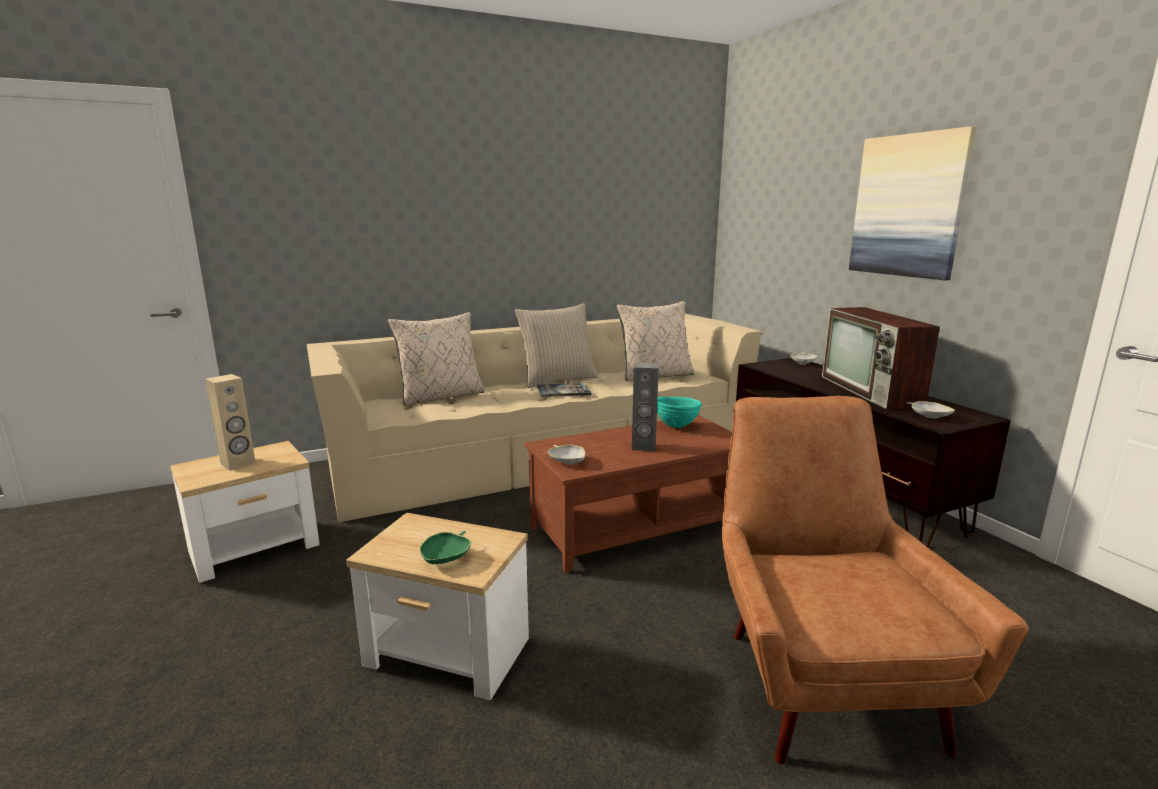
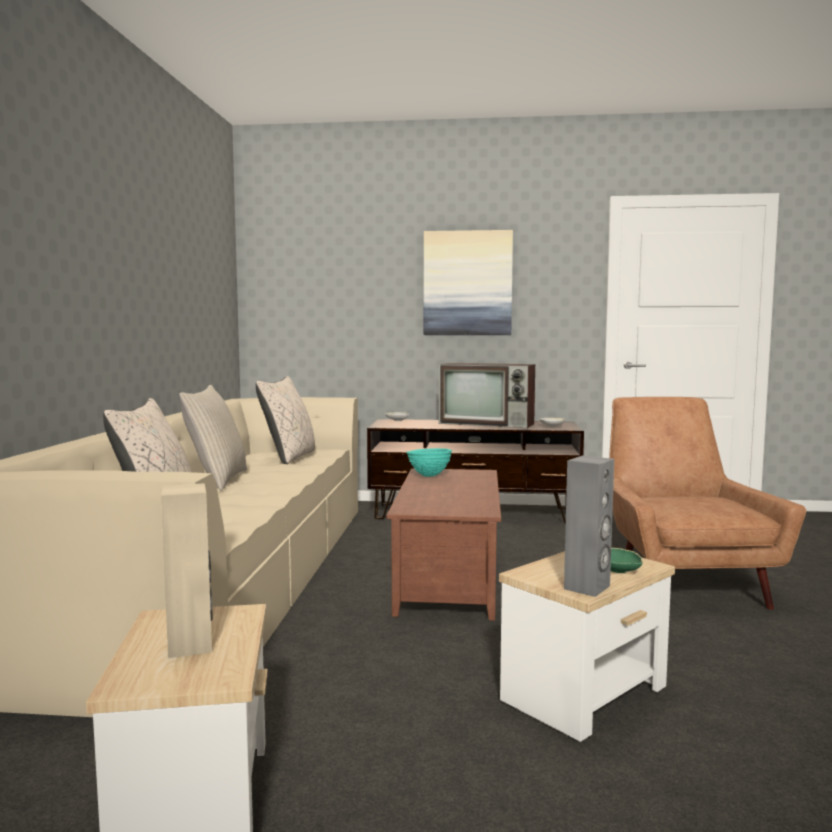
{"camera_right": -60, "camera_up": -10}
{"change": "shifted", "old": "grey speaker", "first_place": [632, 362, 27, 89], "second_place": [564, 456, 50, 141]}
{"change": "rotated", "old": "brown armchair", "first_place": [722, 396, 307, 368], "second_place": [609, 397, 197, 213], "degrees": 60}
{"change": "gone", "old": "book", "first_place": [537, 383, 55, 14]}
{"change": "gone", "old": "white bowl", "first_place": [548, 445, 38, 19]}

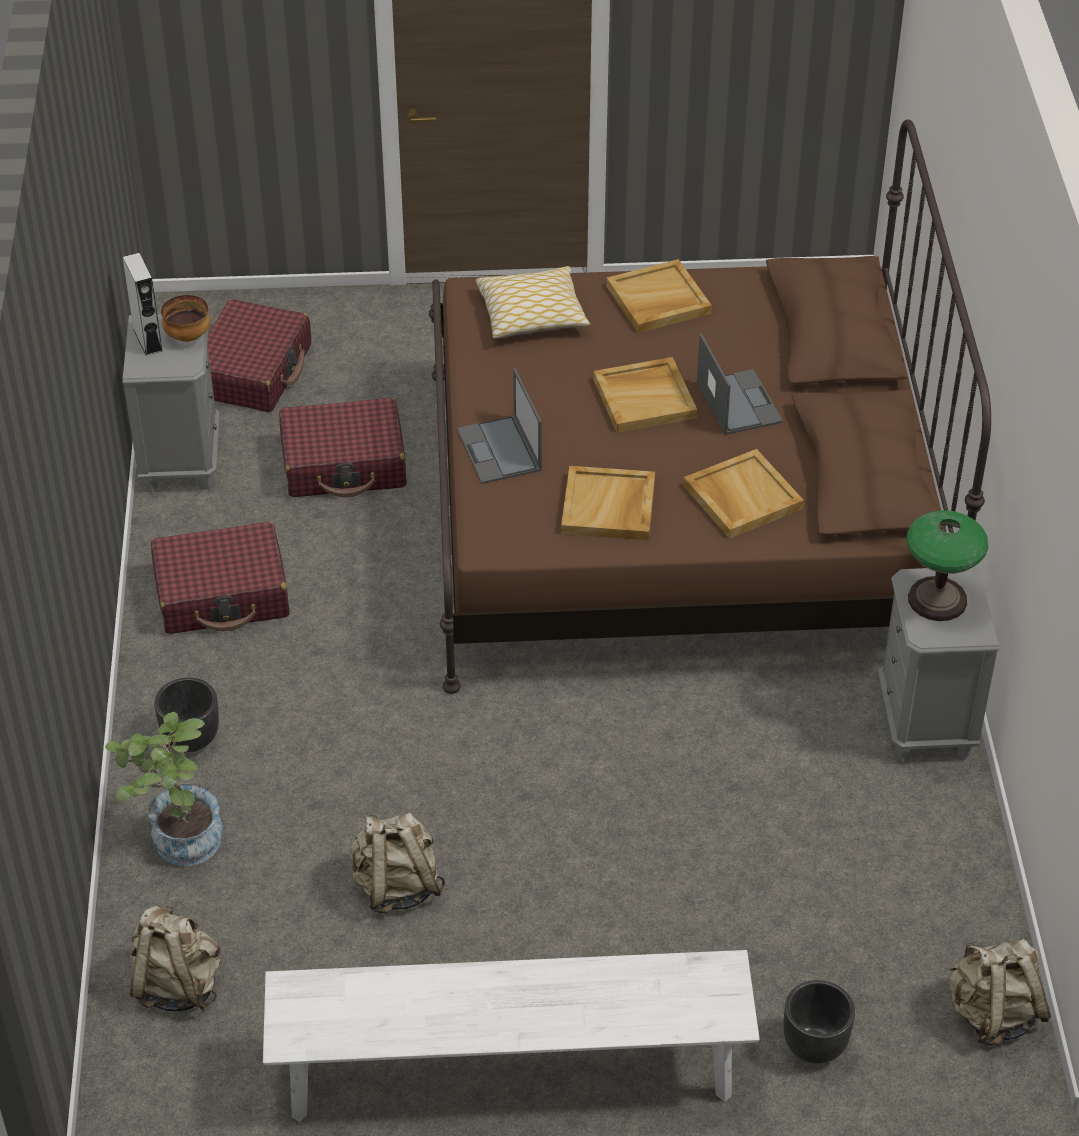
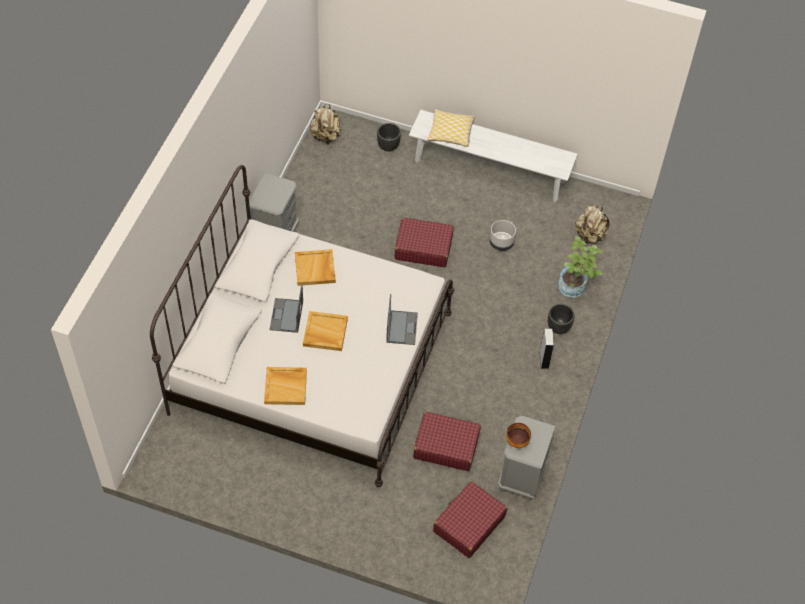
{"camera_right": -160, "camera_up": 10}
{"change": "repainted", "old": "brown bed", "new": "white bed", "first_place": [429, 119, 562, 575], "second_place": [150, 165, 304, 322]}
{"change": "shifted", "old": "red suitcase", "first_place": [151, 522, 139, 112], "second_place": [394, 218, 60, 49]}
{"change": "shifted", "old": "pillow", "first_place": [476, 266, 115, 73], "second_place": [427, 109, 48, 38]}
{"change": "swapped", "old": "beige backpack", "new": "grey planter", "first_place": [350, 812, 96, 102], "second_place": [489, 220, 27, 31]}
{"change": "shifted", "old": "grey speaker", "first_place": [123, 253, 40, 103], "second_place": [539, 329, 15, 40]}
{"change": "gone", "old": "beige tray", "first_place": [561, 466, 94, 74]}
{"change": "gone", "old": "table lamp", "first_place": [906, 510, 82, 111]}

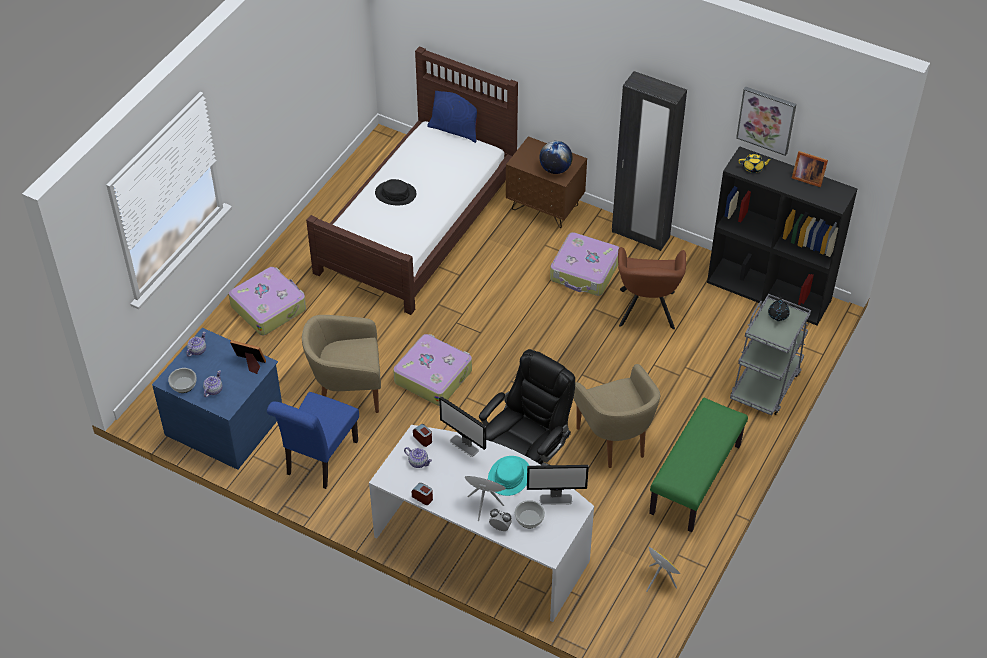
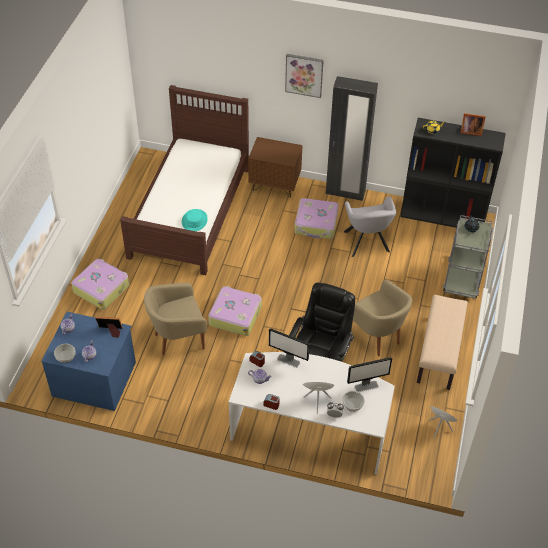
{"camera_right": -15, "camera_up": 0}
{"change": "shifted", "old": "turquoise hat", "first_place": [488, 456, 42, 40], "second_place": [182, 209, 26, 22]}
{"change": "shifted", "old": "picture", "first_place": [736, 86, 60, 70], "second_place": [285, 54, 39, 44]}
{"change": "repainted", "old": "brown armchair", "new": "grey armchair", "first_place": [618, 247, 68, 82], "second_place": [344, 196, 52, 61]}
{"change": "repainted", "old": "green bench", "new": "beige bench", "first_place": [649, 398, 99, 134], "second_place": [417, 295, 51, 95]}
{"change": "gone", "old": "blue chair", "first_place": [267, 392, 92, 97]}
{"change": "gone", "old": "black hat", "first_place": [375, 179, 41, 26]}
{"change": "gone", "old": "blue pillow", "first_place": [427, 91, 57, 52]}
{"change": "gone", "old": "globe", "first_place": [539, 141, 33, 33]}

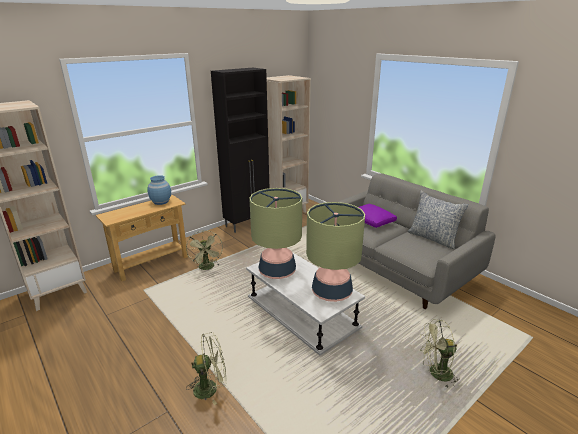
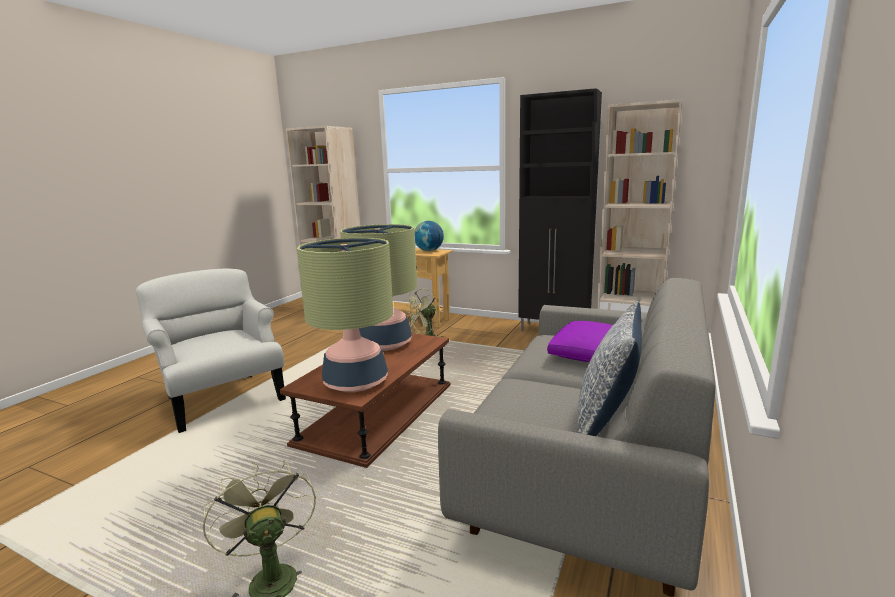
{"camera_right": 65, "camera_up": -10}
{"change": "swapped", "old": "green fan", "new": "white armchair", "first_place": [187, 332, 39, 73], "second_place": [136, 269, 150, 164]}
{"change": "repainted", "old": "white coffee table", "new": "brown coffee table", "first_place": [246, 252, 119, 104], "second_place": [280, 333, 171, 135]}
{"change": "swapped", "old": "blue vase", "new": "globe", "first_place": [147, 175, 24, 30], "second_place": [415, 221, 29, 30]}

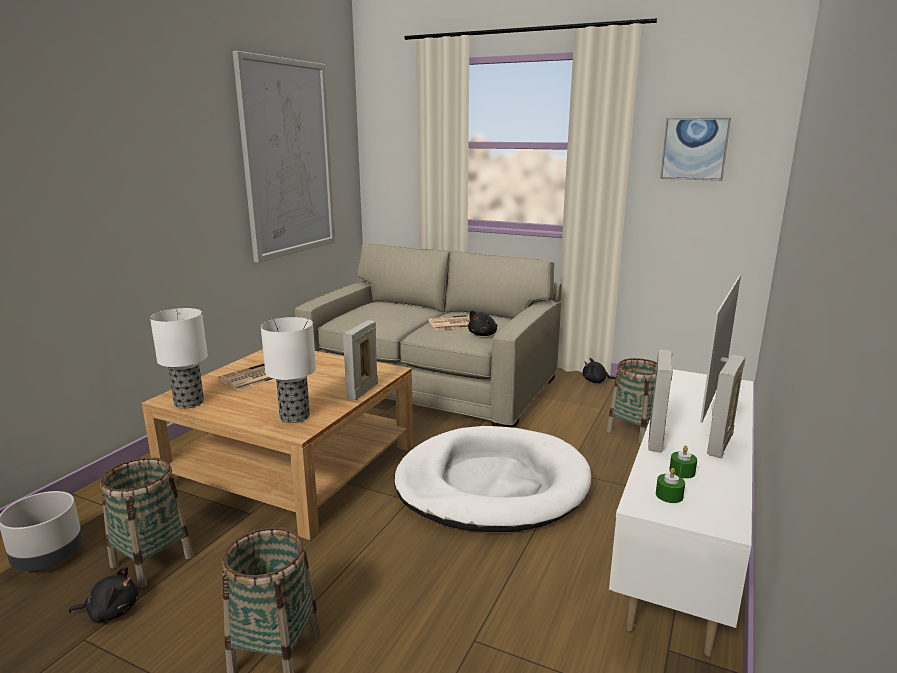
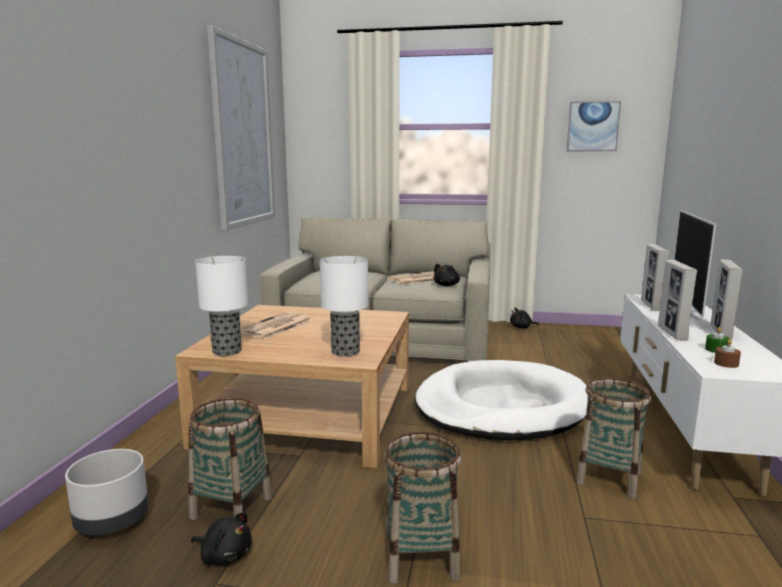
{"camera_right": -15, "camera_up": -5}
{"change": "rotated", "old": "black plush toy", "first_place": [69, 567, 69, 56], "second_place": [191, 512, 61, 53], "degrees": 45}
{"change": "shifted", "old": "basket", "first_place": [607, 358, 50, 86], "second_place": [576, 377, 75, 121]}
{"change": "shifted", "old": "picture frame", "first_place": [343, 320, 35, 80], "second_place": [641, 244, 28, 67]}
{"change": "repainted", "old": "green candle", "new": "brown candle", "first_place": [656, 468, 29, 35], "second_place": [714, 339, 27, 29]}

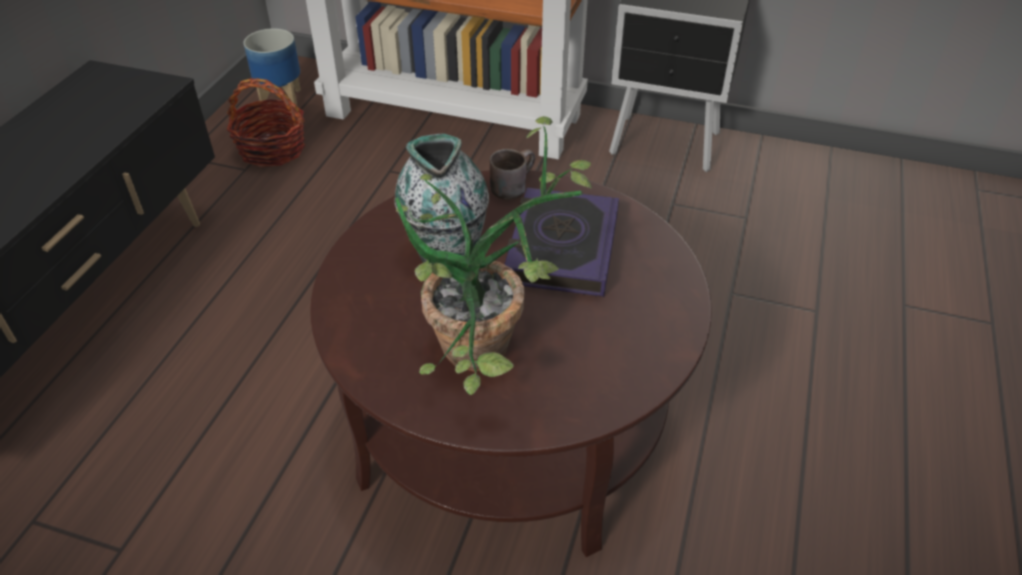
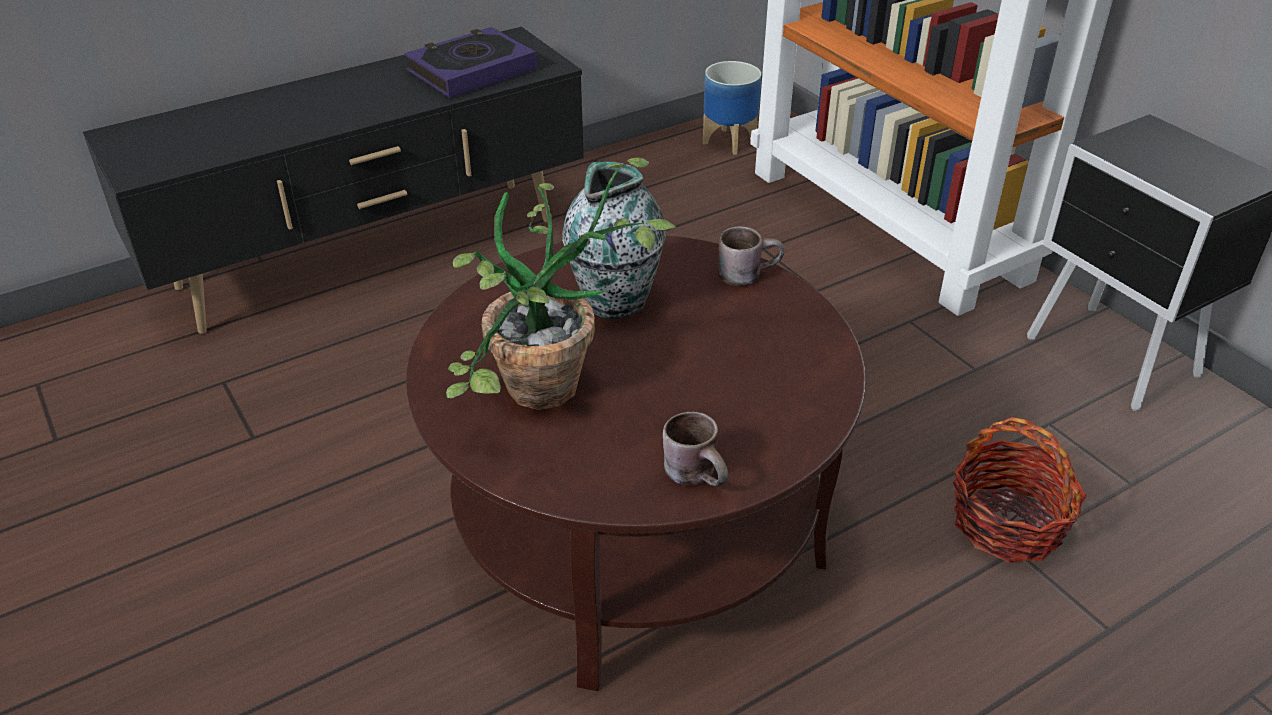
{"camera_right": 40, "camera_up": -5}
{"change": "shifted", "old": "book", "first_place": [504, 187, 115, 110], "second_place": [404, 27, 133, 71]}
{"change": "new", "new": "brown mug", "second_place": [663, 411, 65, 75]}
{"change": "shifted", "old": "basket", "first_place": [227, 78, 79, 89], "second_place": [953, 417, 134, 145]}

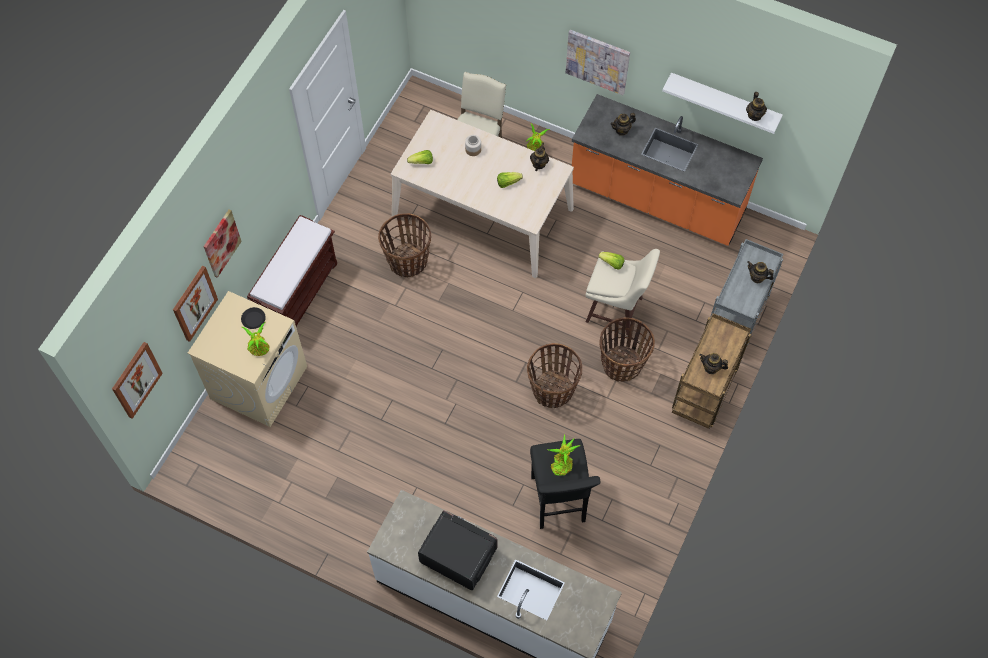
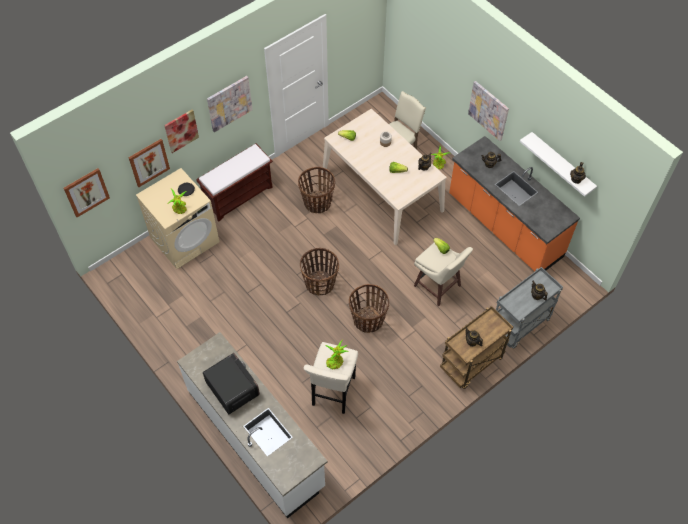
{"camera_right": 25, "camera_up": -5}
{"change": "new", "new": "picture", "second_place": [207, 76, 46, 56]}
{"change": "shifted", "old": "basket", "first_place": [600, 317, 55, 65], "second_place": [300, 248, 39, 47]}
{"change": "repainted", "old": "black stool", "new": "beige stool", "first_place": [530, 439, 71, 90], "second_place": [304, 342, 54, 72]}

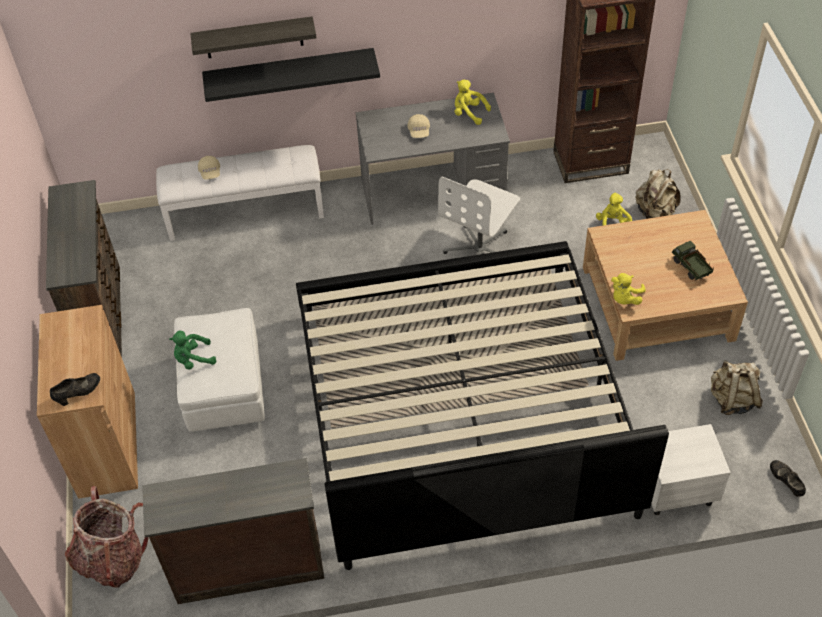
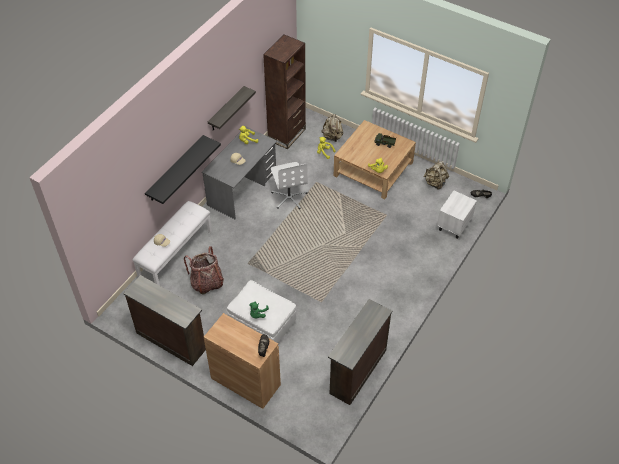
{"camera_right": -50, "camera_up": 0}
{"change": "shifted", "old": "backpack", "first_place": [65, 486, 84, 102], "second_place": [184, 246, 40, 49]}
{"change": "shifted", "old": "shelf", "first_place": [190, 16, 127, 42], "second_place": [208, 86, 48, 44]}
{"change": "gone", "old": "bed", "first_place": [296, 241, 373, 329]}

